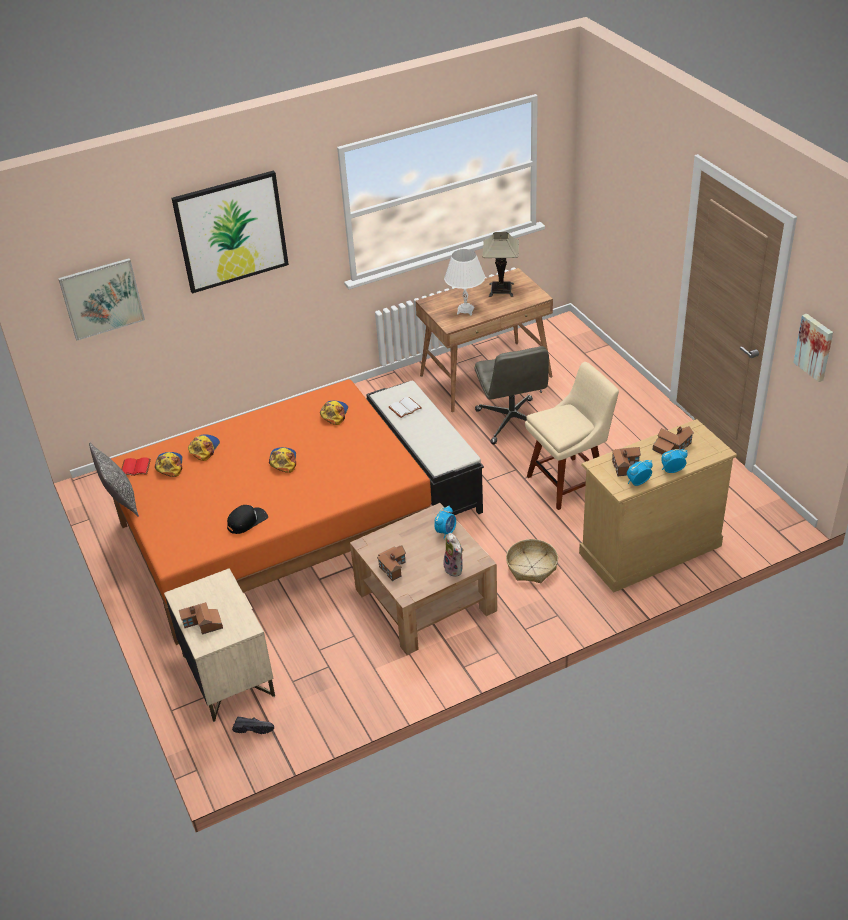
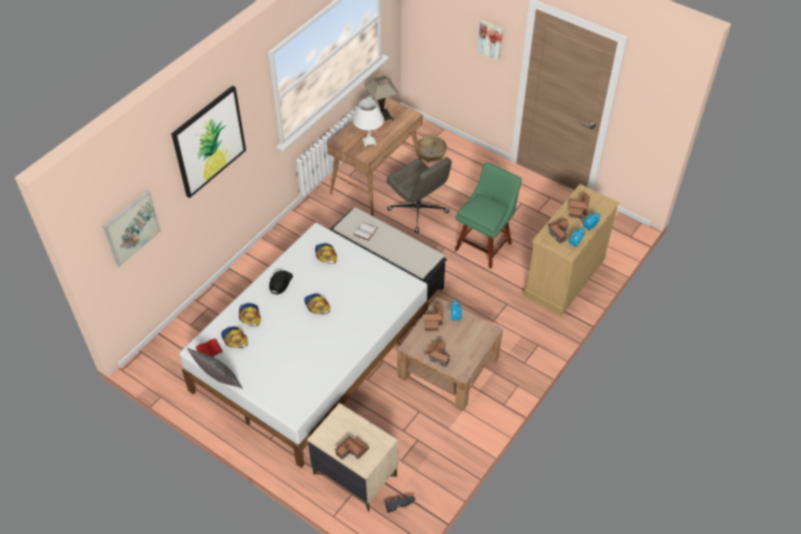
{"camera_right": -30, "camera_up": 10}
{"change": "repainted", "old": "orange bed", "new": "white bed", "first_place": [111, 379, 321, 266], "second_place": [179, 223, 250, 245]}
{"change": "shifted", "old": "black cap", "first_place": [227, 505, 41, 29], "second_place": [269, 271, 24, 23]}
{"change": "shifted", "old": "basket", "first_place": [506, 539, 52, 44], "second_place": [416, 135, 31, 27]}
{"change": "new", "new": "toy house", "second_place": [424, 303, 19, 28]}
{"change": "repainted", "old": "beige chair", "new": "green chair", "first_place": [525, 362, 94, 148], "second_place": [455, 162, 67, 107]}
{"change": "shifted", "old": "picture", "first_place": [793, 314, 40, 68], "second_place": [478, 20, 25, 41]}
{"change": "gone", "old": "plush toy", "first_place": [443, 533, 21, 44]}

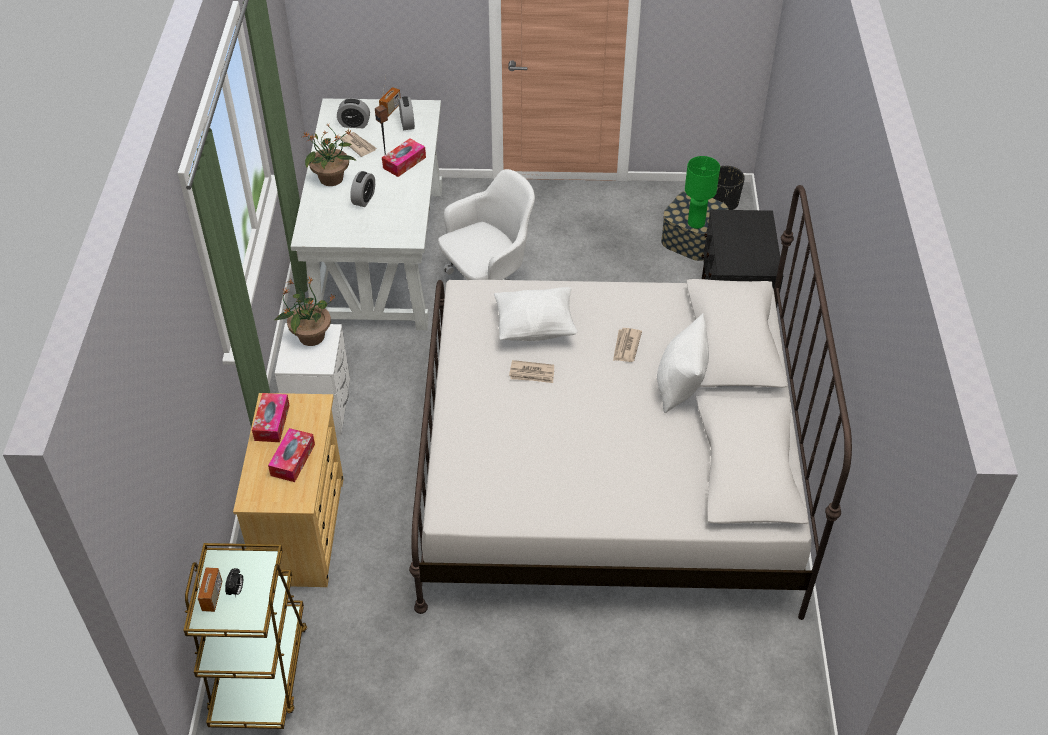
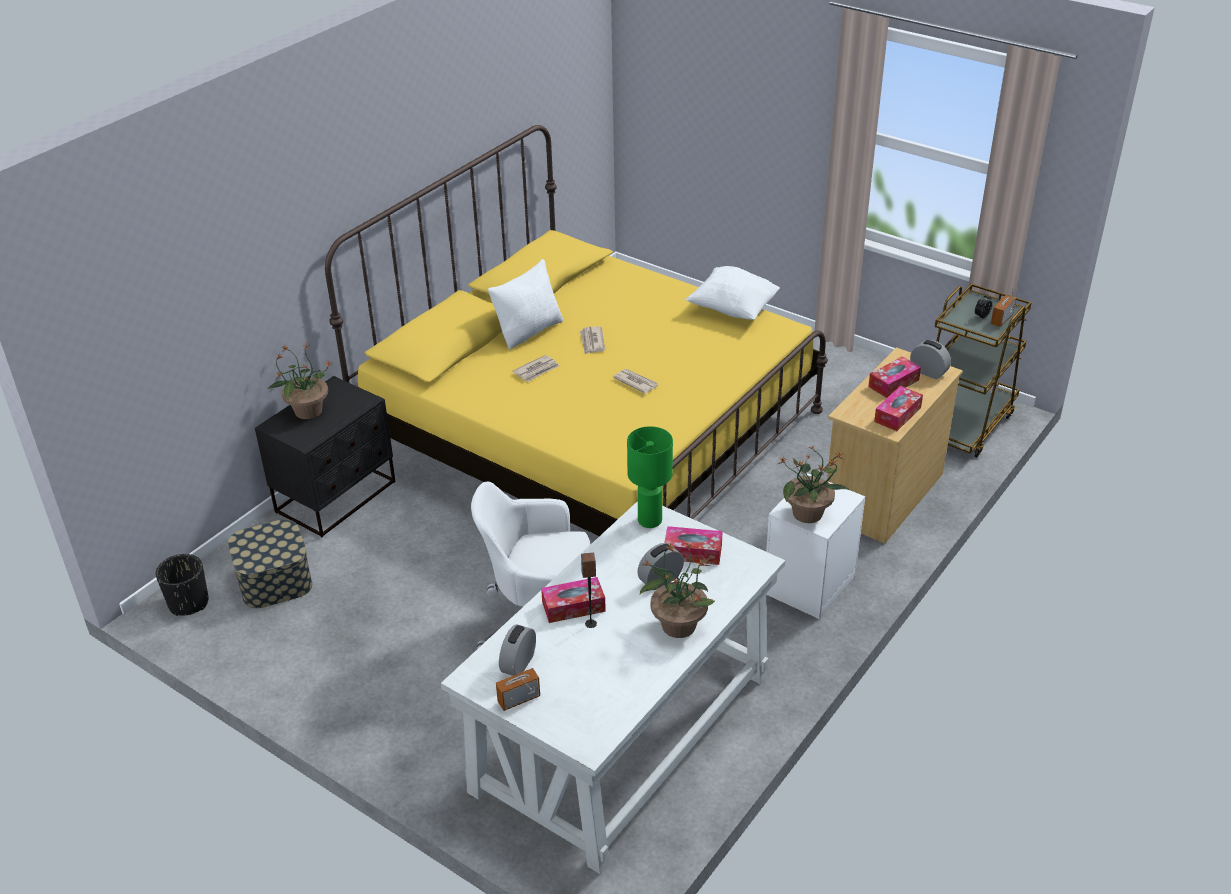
{"camera_right": -145, "camera_up": -10}
{"change": "new", "new": "potted plant", "second_place": [268, 342, 63, 77]}
{"change": "repainted", "old": "white bed", "new": "yellow bed", "first_place": [409, 185, 443, 435], "second_place": [325, 125, 503, 411]}
{"change": "shifted", "old": "newspaper", "first_place": [341, 132, 36, 25], "second_place": [580, 326, 25, 28]}
{"change": "shifted", "old": "green table lamp", "first_place": [685, 156, 35, 73], "second_place": [627, 426, 46, 102]}
{"change": "new", "new": "tissue box", "second_place": [664, 526, 59, 39]}
{"change": "shifted", "old": "white pillow", "first_place": [494, 287, 84, 54], "second_place": [685, 266, 95, 54]}
{"change": "shifted", "old": "alarm clock", "first_place": [337, 98, 33, 30], "second_place": [910, 340, 41, 39]}

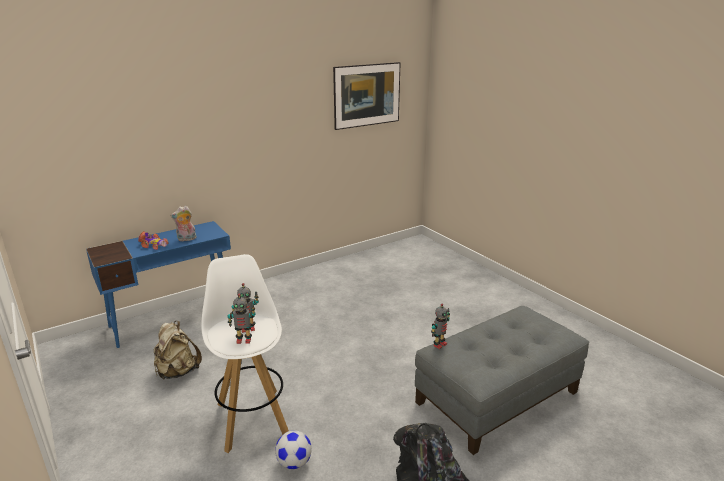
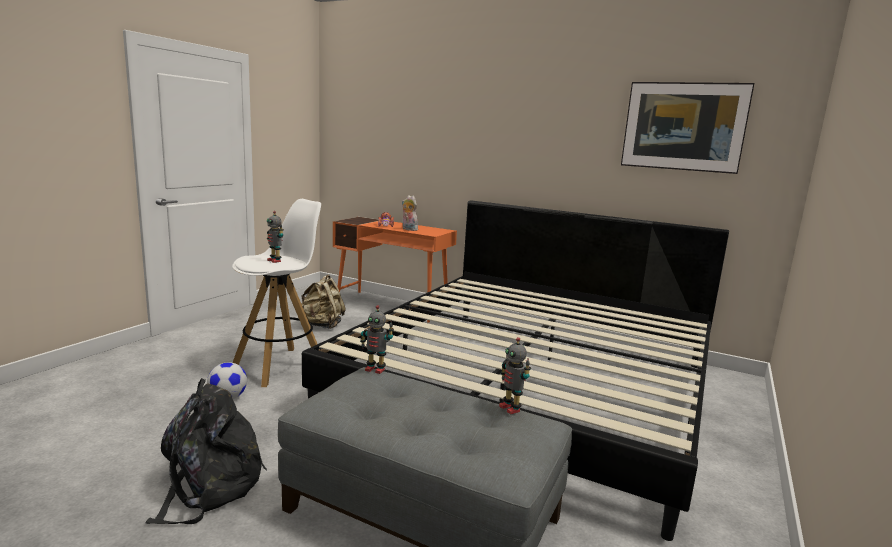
{"camera_right": 60, "camera_up": -10}
{"change": "new", "new": "bed", "second_place": [302, 200, 427, 341]}
{"change": "repainted", "old": "blue desk", "new": "orange desk", "first_place": [86, 221, 145, 127], "second_place": [333, 217, 124, 106]}
{"change": "shifted", "old": "toy robot", "first_place": [227, 293, 28, 51], "second_place": [499, 337, 32, 78]}

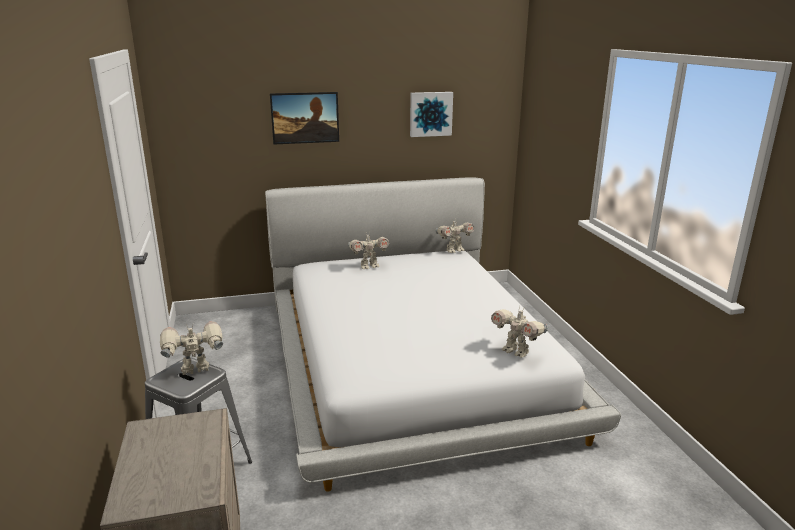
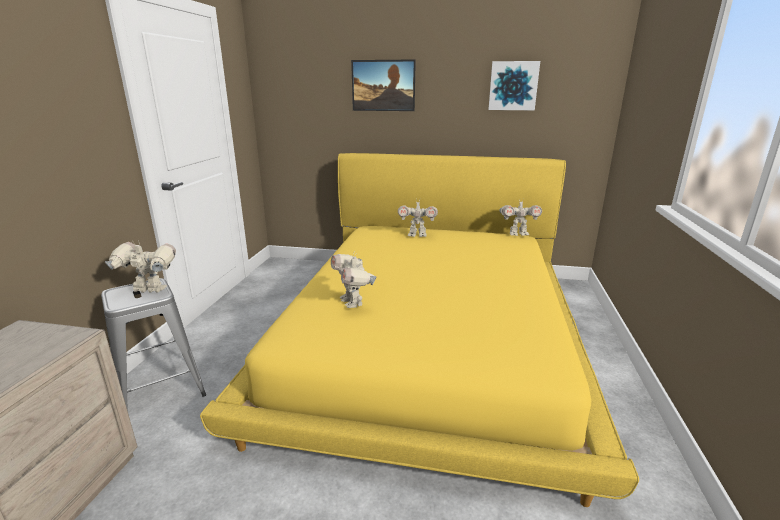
{"camera_right": 25, "camera_up": 0}
{"change": "repainted", "old": "white bed", "new": "yellow bed", "first_place": [265, 177, 356, 315], "second_place": [200, 153, 439, 354]}
{"change": "shifted", "old": "toy robot", "first_place": [491, 305, 57, 53], "second_place": [331, 254, 45, 54]}

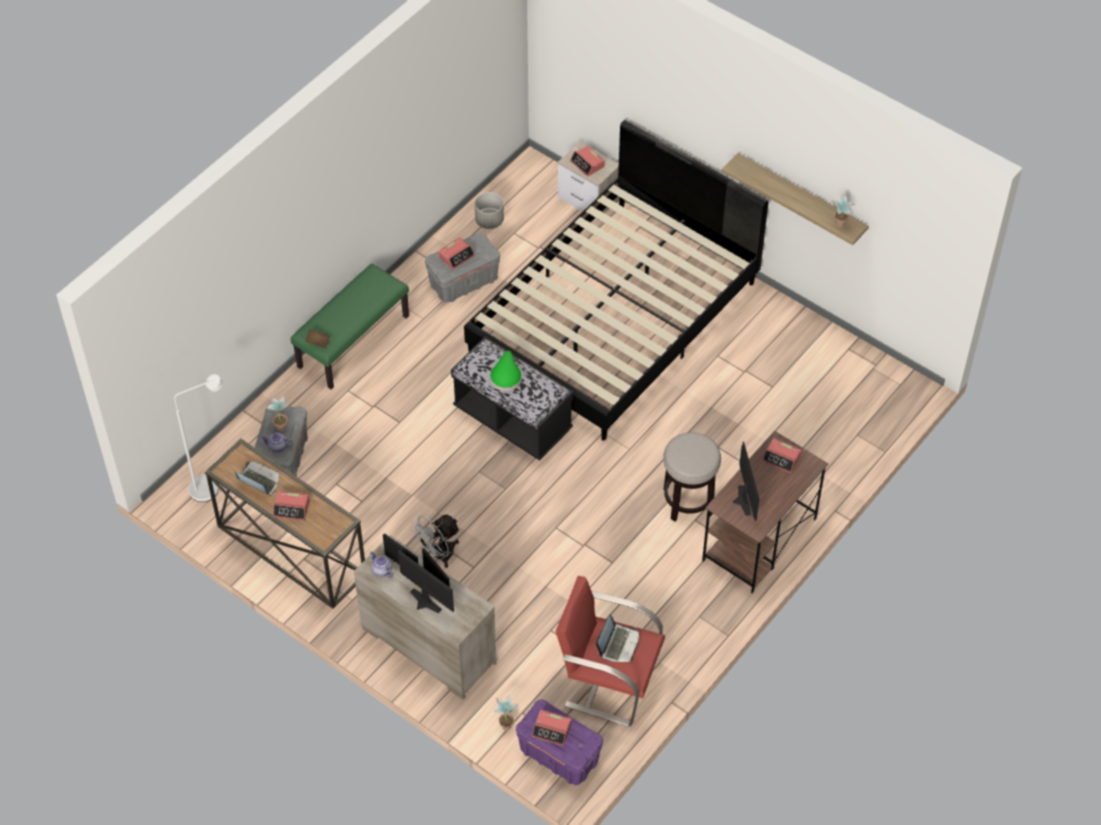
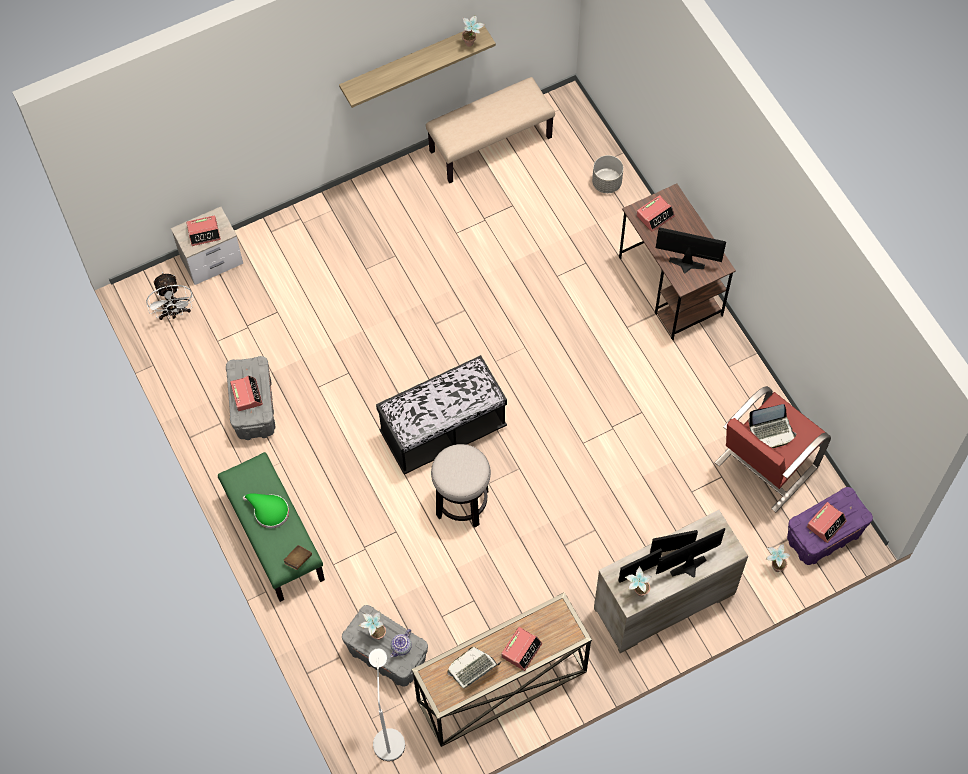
{"camera_right": -65, "camera_up": 10}
{"change": "shifted", "old": "white fan", "first_place": [410, 514, 50, 54], "second_place": [146, 272, 48, 48]}
{"change": "shifted", "old": "green hat", "first_place": [490, 351, 32, 40], "second_place": [243, 493, 46, 35]}
{"change": "new", "new": "beige bench", "second_place": [426, 77, 129, 106]}
{"change": "shifted", "old": "stool", "first_place": [663, 432, 58, 90], "second_place": [431, 444, 60, 84]}
{"change": "shifted", "old": "grey planter", "first_place": [475, 192, 29, 37], "second_place": [592, 155, 31, 38]}
{"change": "swapped", "old": "teapot", "new": "potted plant", "first_place": [370, 551, 23, 27], "second_place": [625, 566, 27, 31]}
{"change": "rotated", "old": "laptop", "first_place": [596, 614, 43, 48], "second_place": [748, 404, 48, 44], "degrees": 120}
{"change": "gone", "old": "black bed", "first_place": [464, 120, 305, 320]}

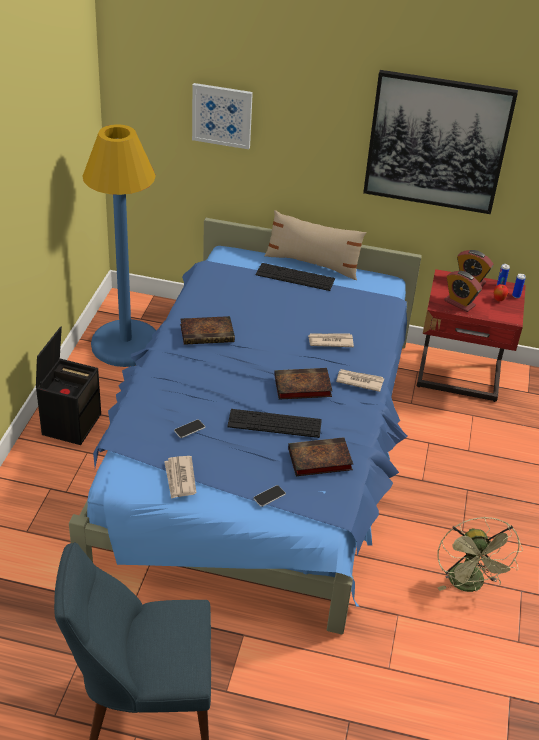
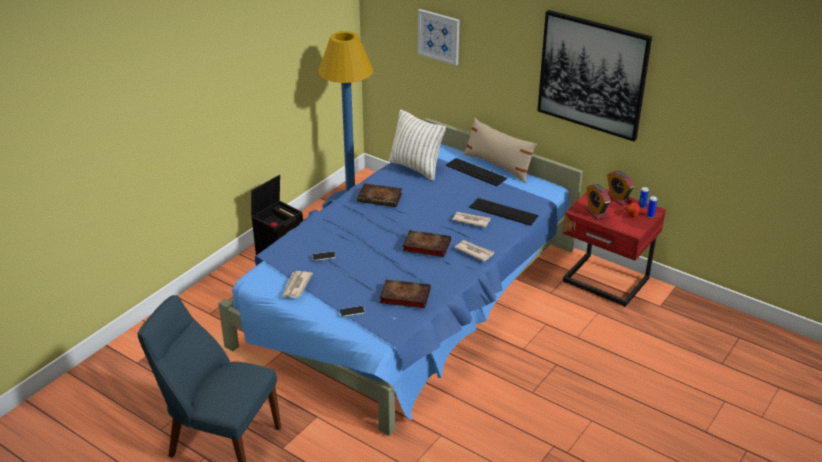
{"camera_right": 25, "camera_up": -5}
{"change": "new", "new": "pillow", "second_place": [389, 109, 57, 72]}
{"change": "shifted", "old": "keyboard", "first_place": [227, 409, 95, 29], "second_place": [470, 198, 68, 28]}
{"change": "gone", "old": "green fan", "first_place": [438, 517, 85, 75]}

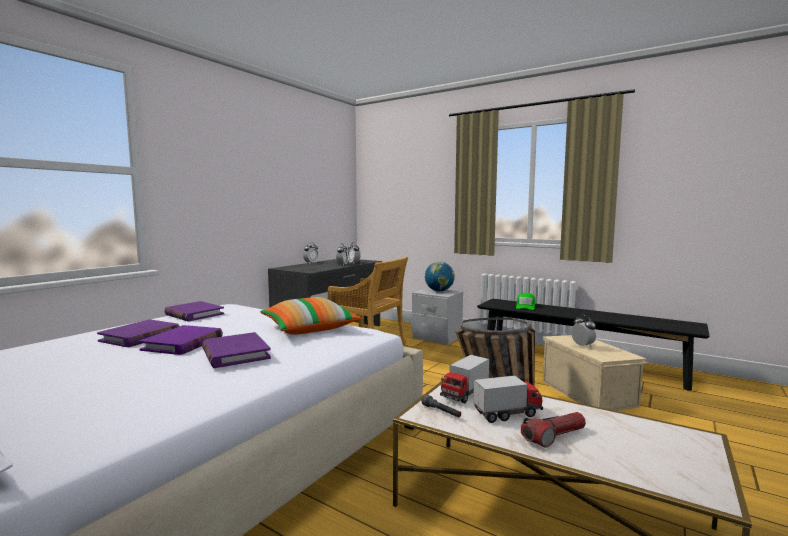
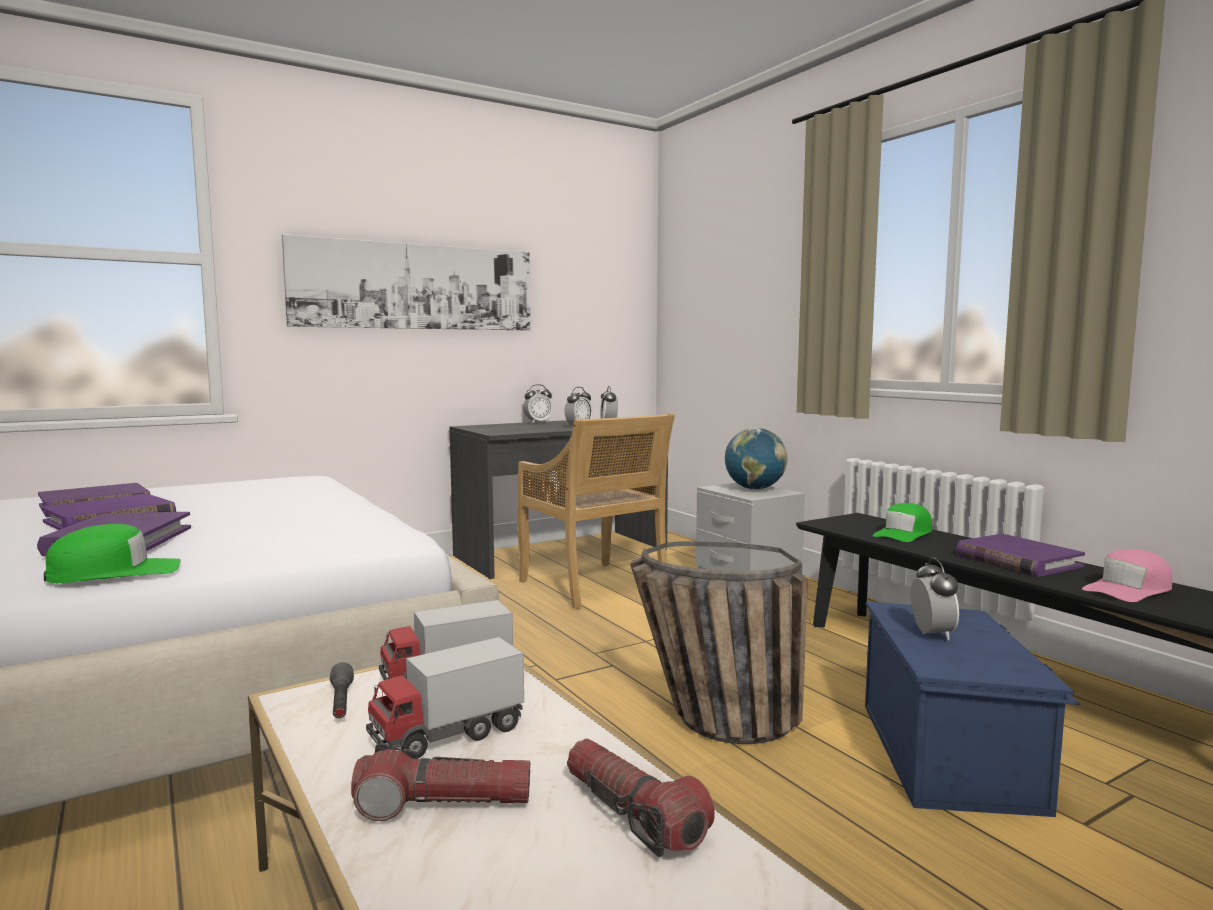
{"camera_right": 25, "camera_up": 0}
{"change": "new", "new": "green cap", "second_place": [44, 524, 137, 59]}
{"change": "new", "new": "picture", "second_place": [282, 234, 248, 97]}
{"change": "rotated", "old": "toy truck", "first_place": [473, 375, 70, 48], "second_place": [366, 637, 158, 122], "degrees": 135}
{"change": "new", "new": "flashlight", "second_place": [567, 739, 148, 118]}
{"change": "repainted", "old": "beige storage box", "new": "blue storage box", "first_place": [543, 335, 105, 76], "second_place": [865, 601, 215, 216]}
{"change": "shifted", "old": "purple book", "first_place": [164, 301, 60, 21], "second_place": [956, 534, 129, 43]}
{"change": "new", "new": "pink cap", "second_place": [1082, 549, 90, 53]}
{"change": "gone", "old": "pillow", "first_place": [260, 297, 101, 38]}

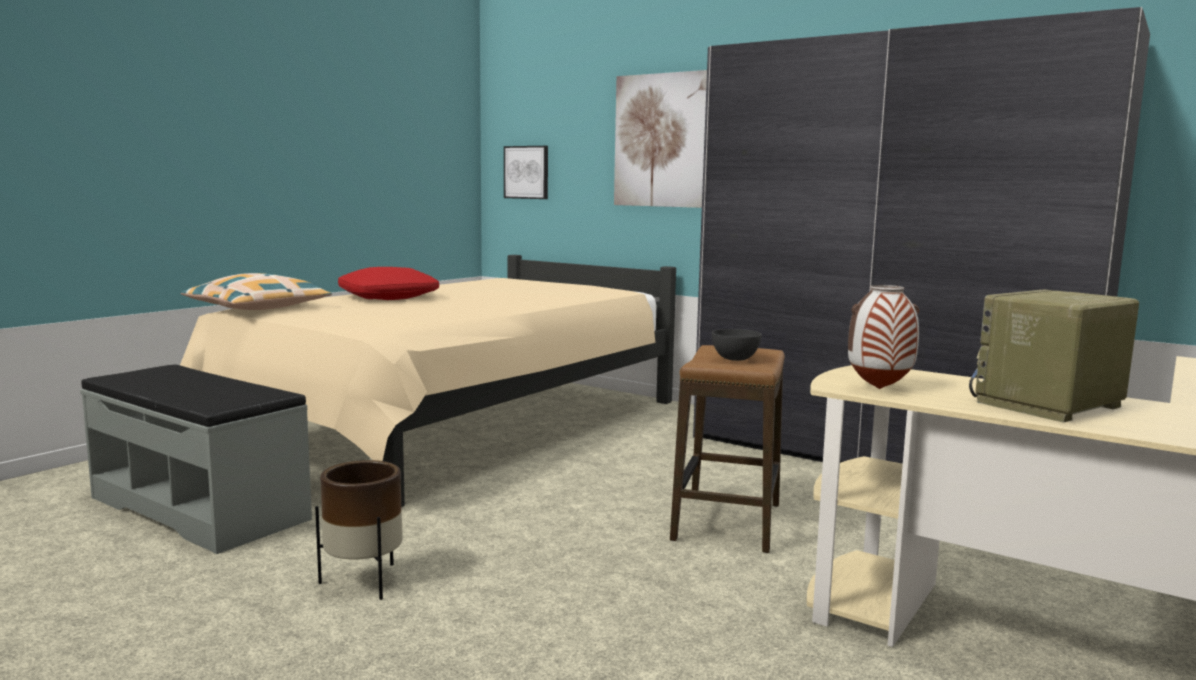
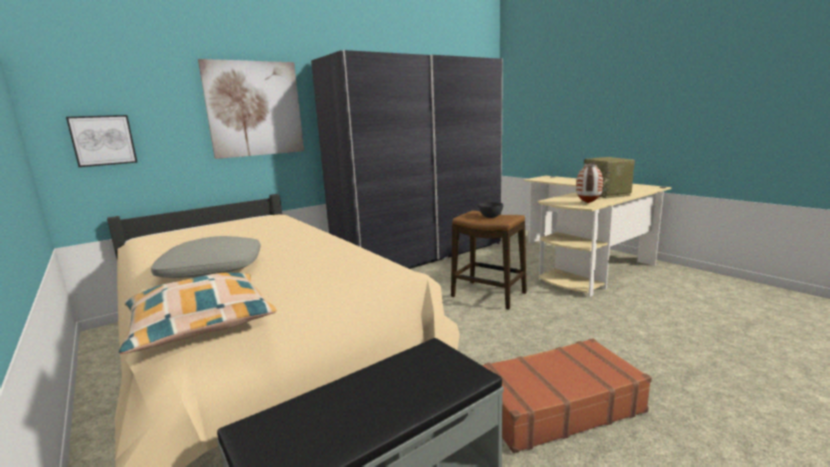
{"camera_right": -70, "camera_up": 5}
{"change": "repainted", "old": "red pillow", "new": "grey pillow", "first_place": [338, 267, 101, 33], "second_place": [151, 236, 110, 42]}
{"change": "swapped", "old": "brown planter", "new": "brown suitcase", "first_place": [315, 460, 88, 140], "second_place": [482, 338, 170, 115]}

